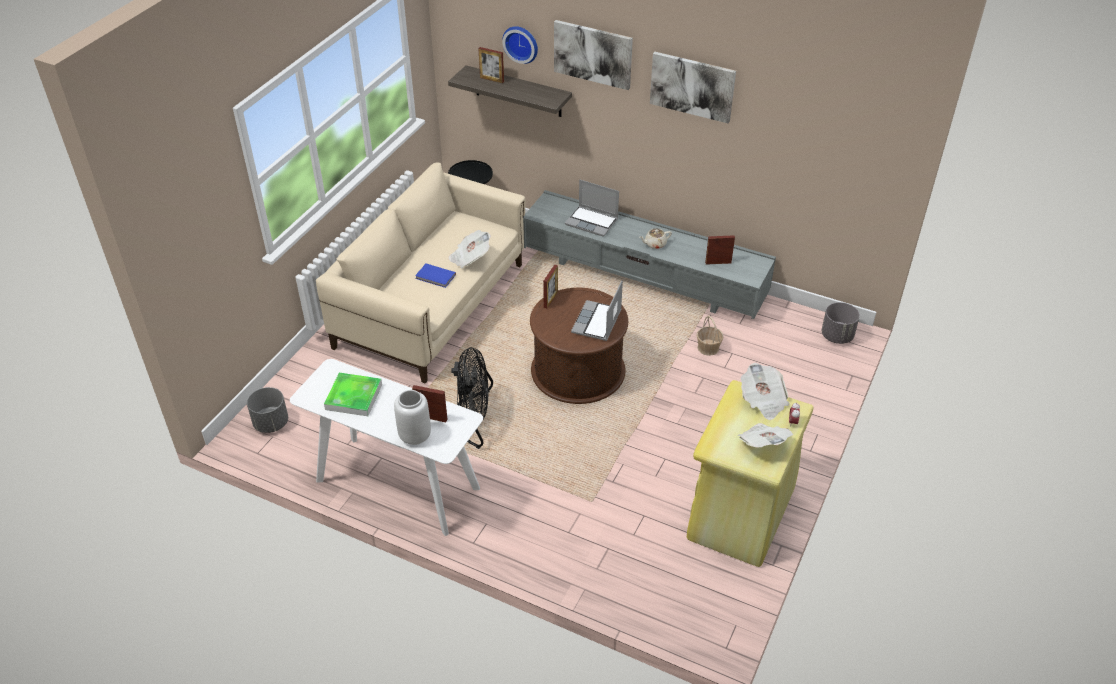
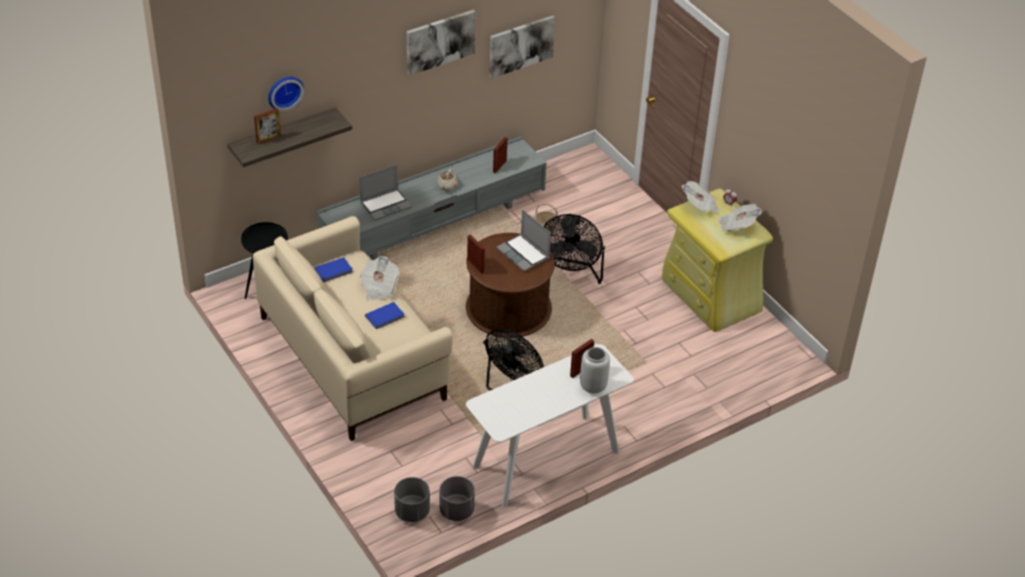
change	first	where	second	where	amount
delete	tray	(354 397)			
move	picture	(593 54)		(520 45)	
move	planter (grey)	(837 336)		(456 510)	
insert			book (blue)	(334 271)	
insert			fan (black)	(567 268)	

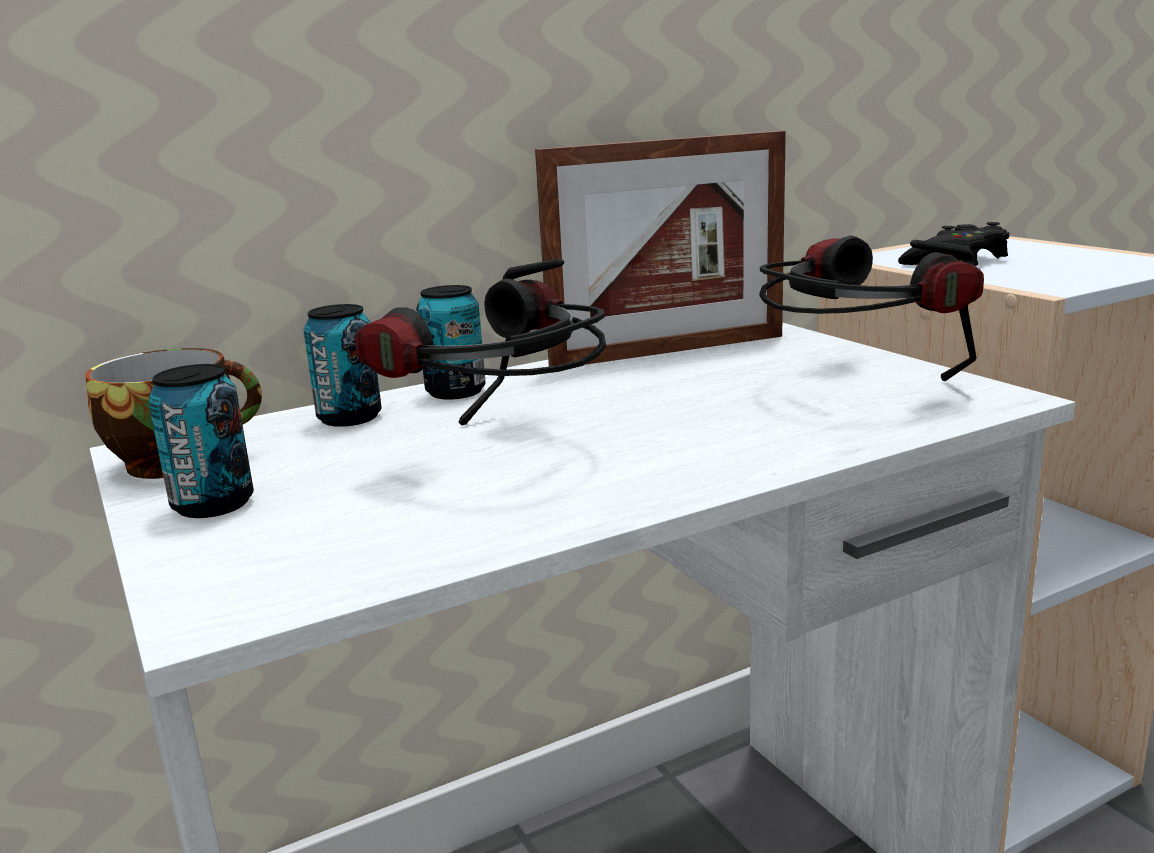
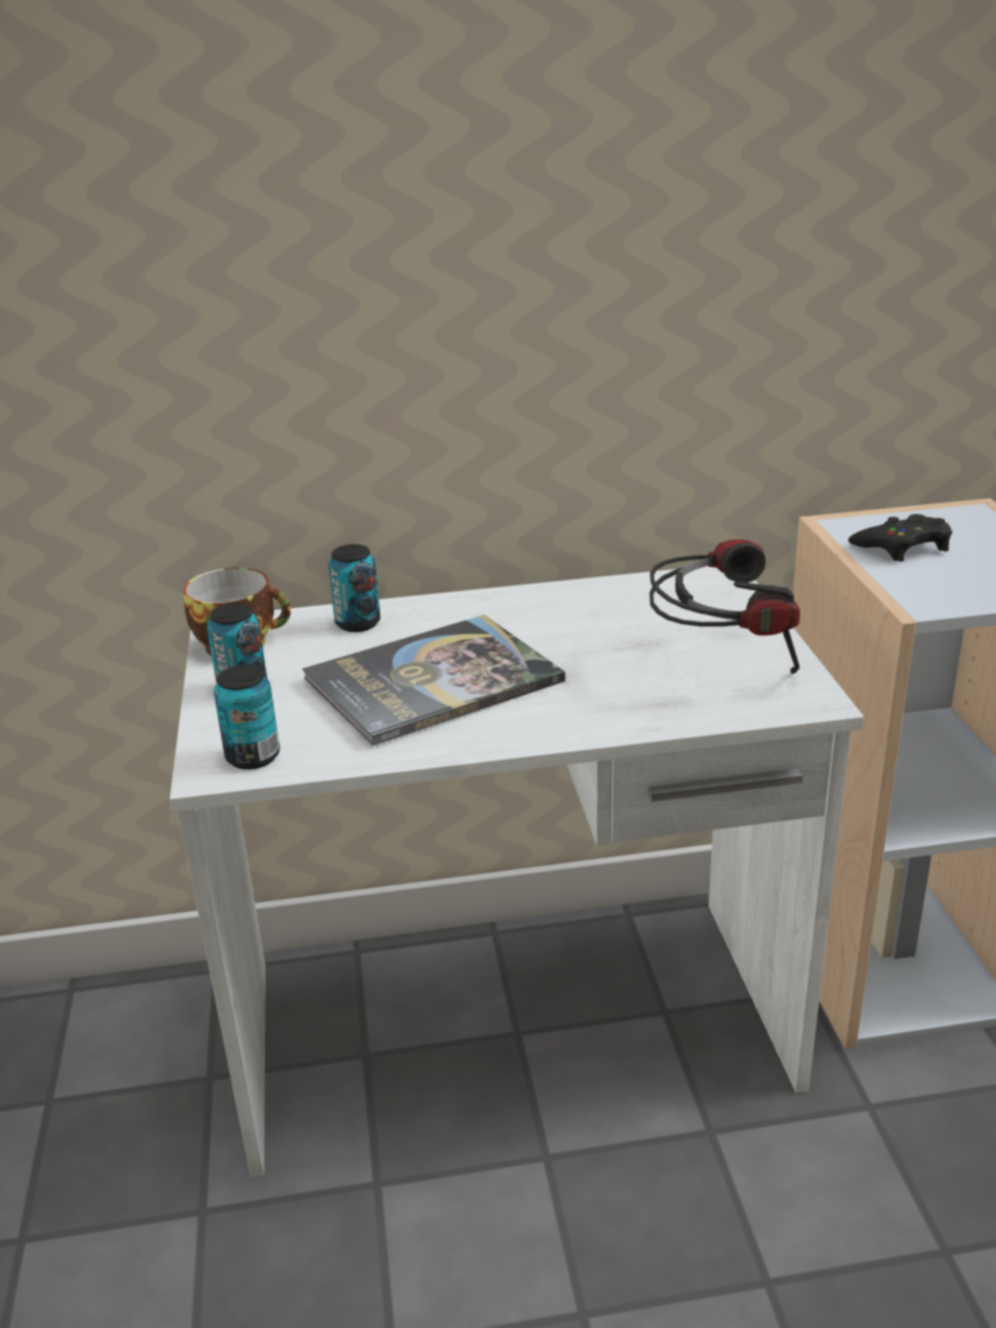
change	first	where	second	where	amount
replace	headphones	(506 452)	book	(433 681)	
move	can	(455 391)		(253 756)	
delete	picture frame	(669 351)			

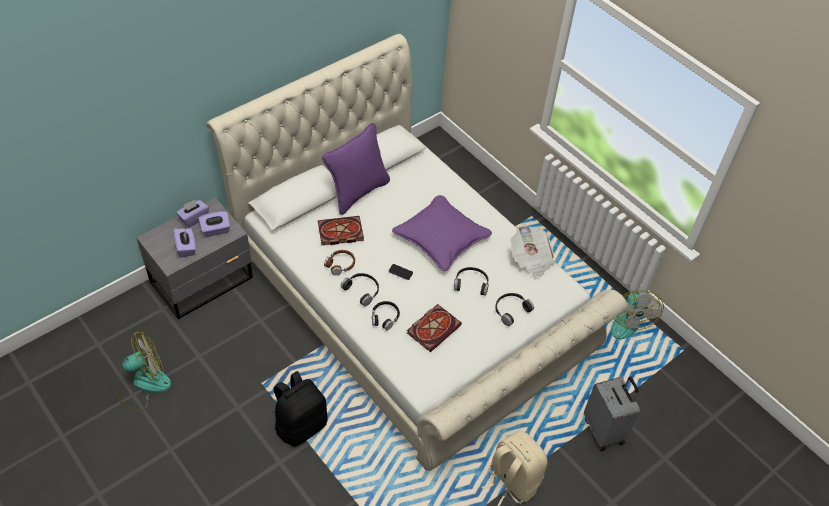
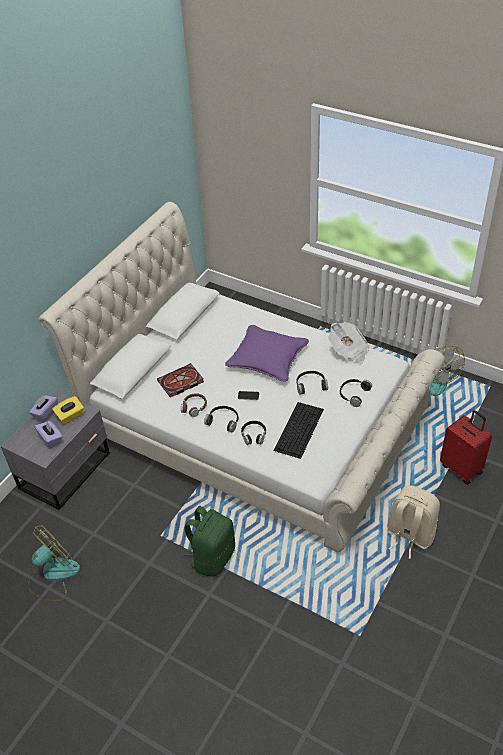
change	first	where	second	where	amount
recolor	tissue box (purple)	(216 230)	tissue box (yellow)	(70 416)	
recolor	backpack (black)	(301 425)	backpack (green)	(212 557)	
delete	pillow (purple)	(357 192)			
replace	book	(434 328)	keyboard	(299 429)	
recolor	suitcase (grey)	(604 430)	suitcase (red)	(461 468)	

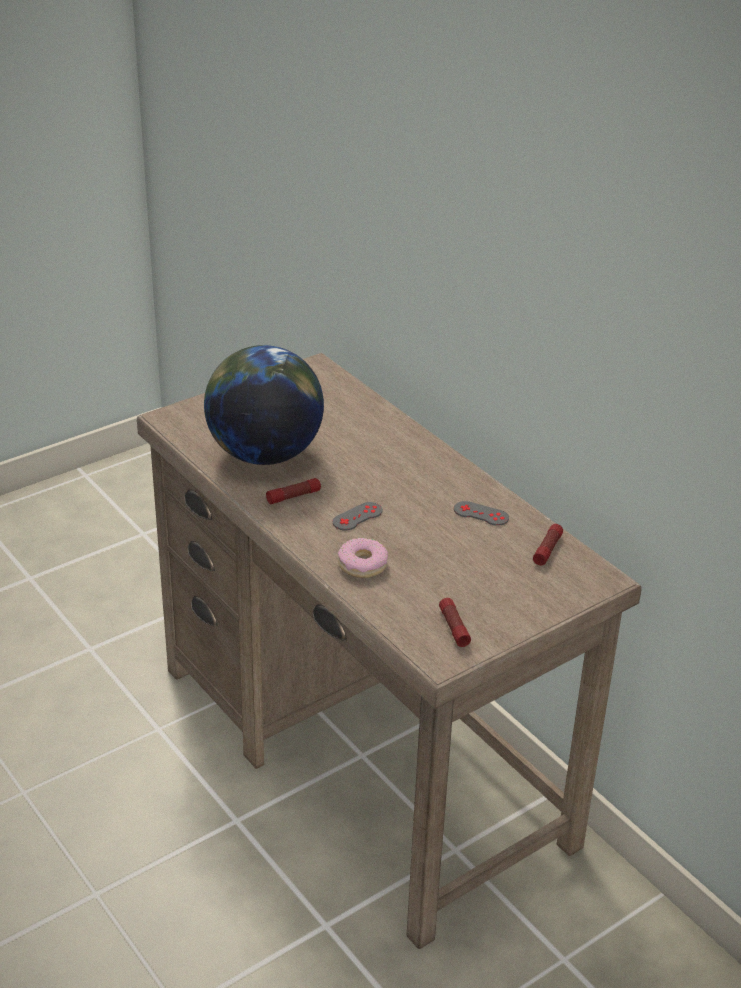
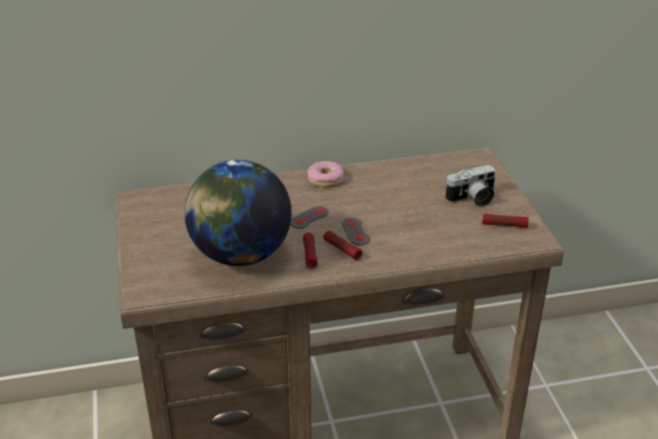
change	first	where	second	where	amount
move	donut	(362 564)		(325 179)	
move	game controller (grey)	(481 514)		(309 217)	
move	flashlight	(547 549)		(342 249)	
insert			photo camera	(472 199)	

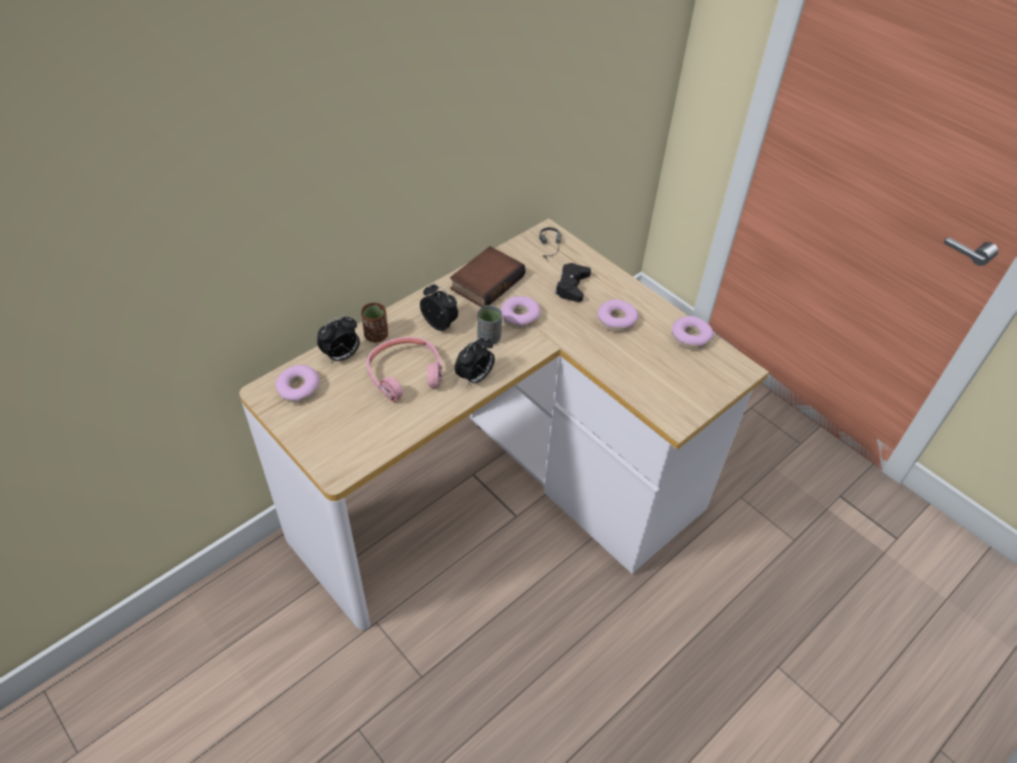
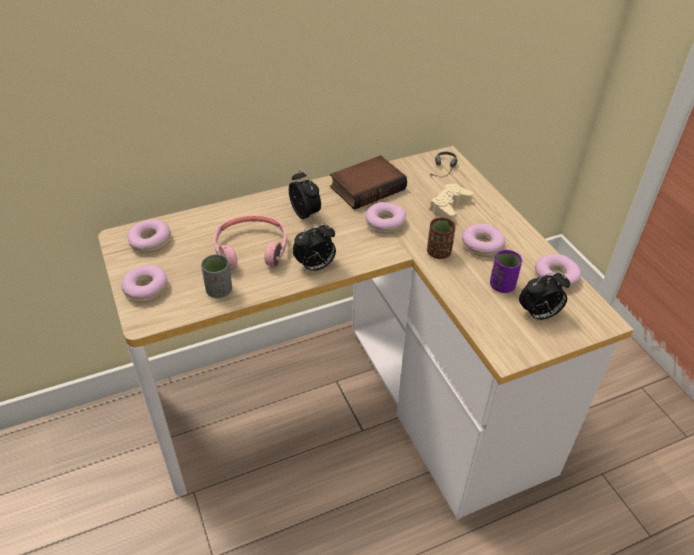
change	first	where	second	where	amount
move	alarm clock	(341 356)		(538 315)	
move	cup (brown)	(376 335)		(438 252)	
move	cup (grey)	(489 338)		(219 291)	
recolor	game controller (black)	(572 286)	game controller (beige)	(449 207)	
insert			donut	(146 288)	
insert			cup (purple)	(502 286)	

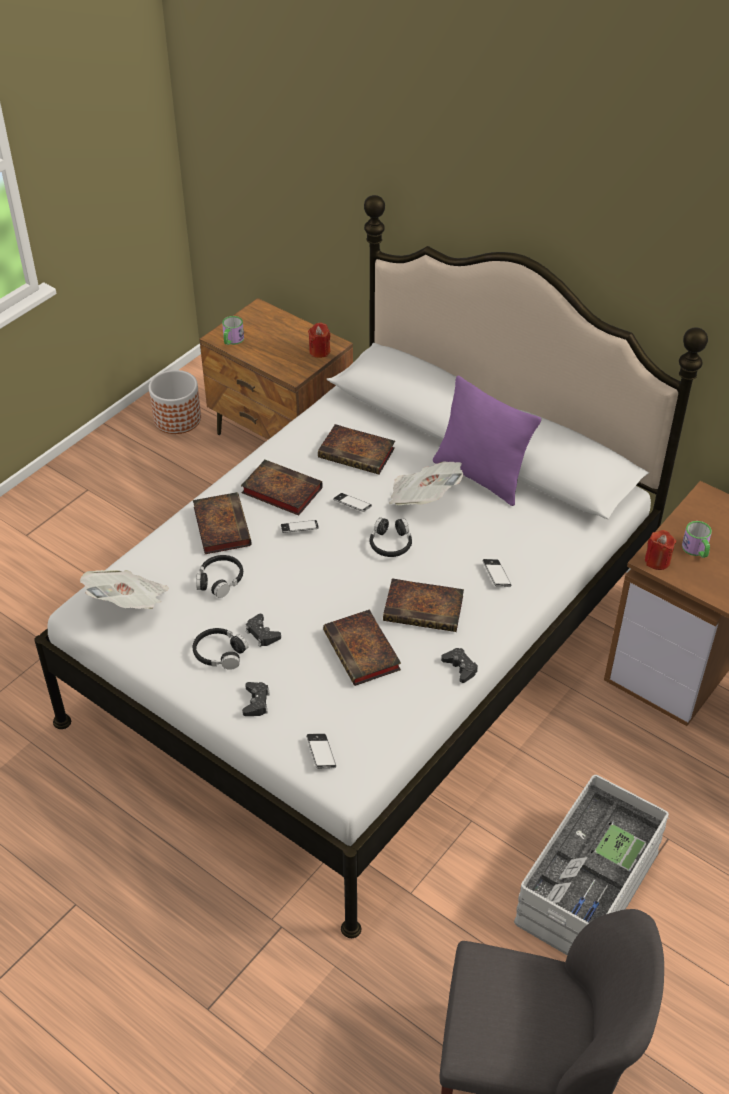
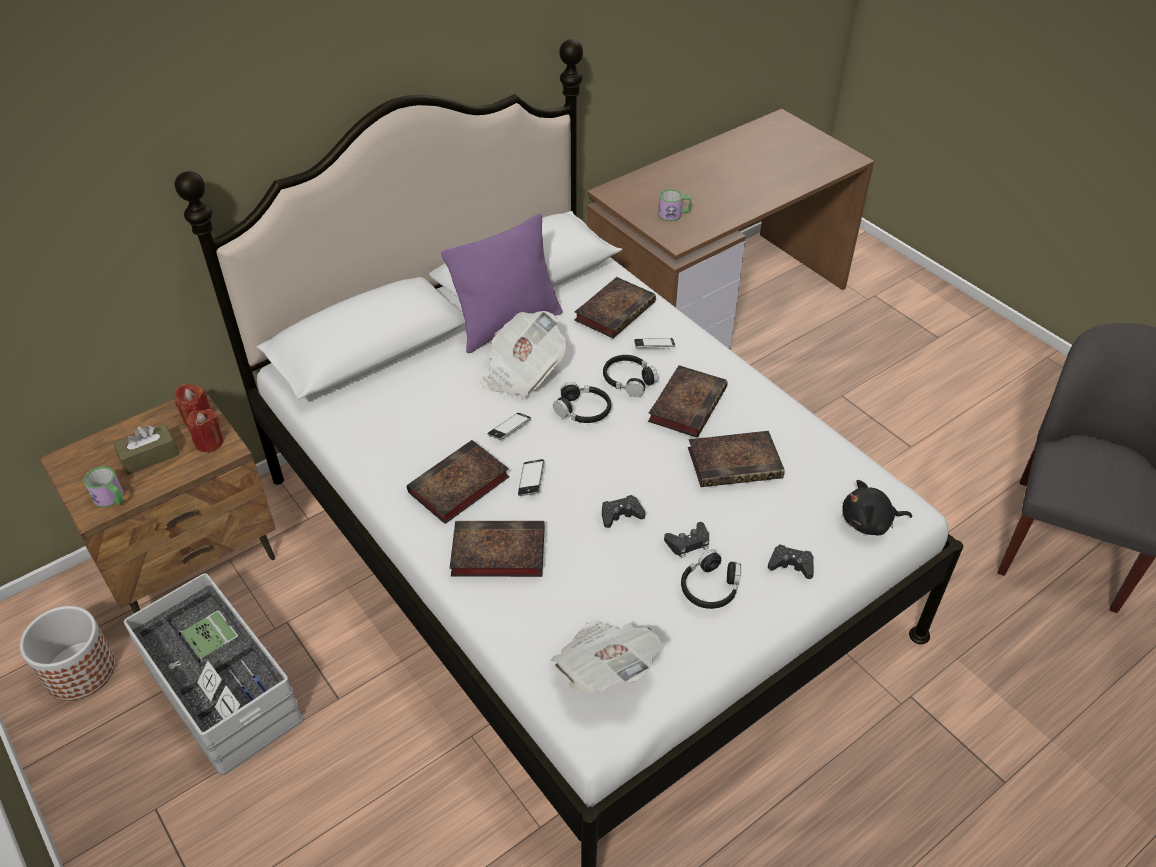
change	first	where	second	where	amount
move	headphones (black)	(220 580)		(628 380)	
replace	phone	(321 753)	plush toy (black)	(869 522)	
move	book	(358 453)		(615 310)	
move	game controller (black)	(460 667)		(621 515)	
move	storage box (grey)	(589 887)		(224 689)	
move	candle (red)	(657 561)		(209 442)	
insert			tissue box (brown)	(149 456)	

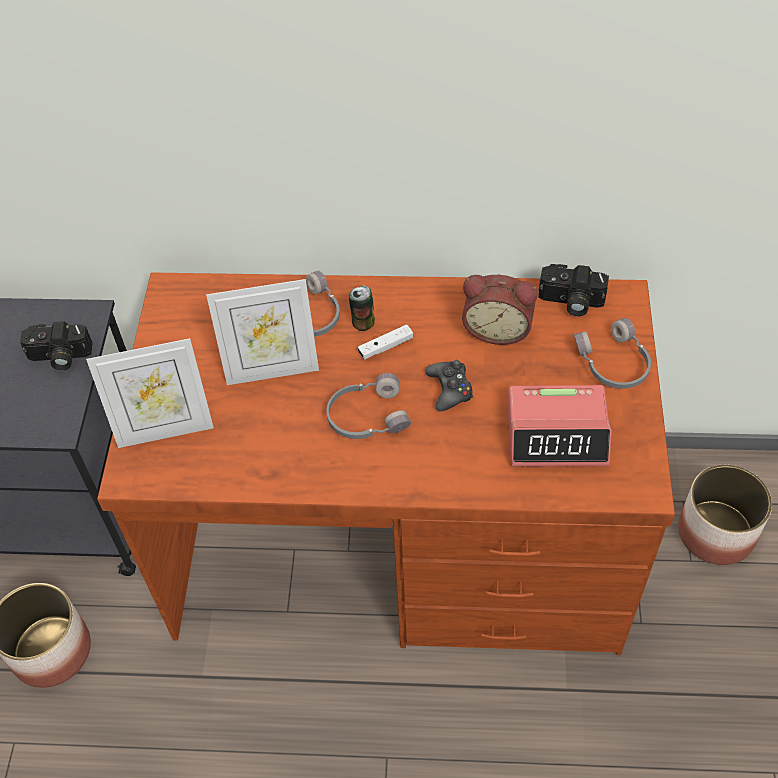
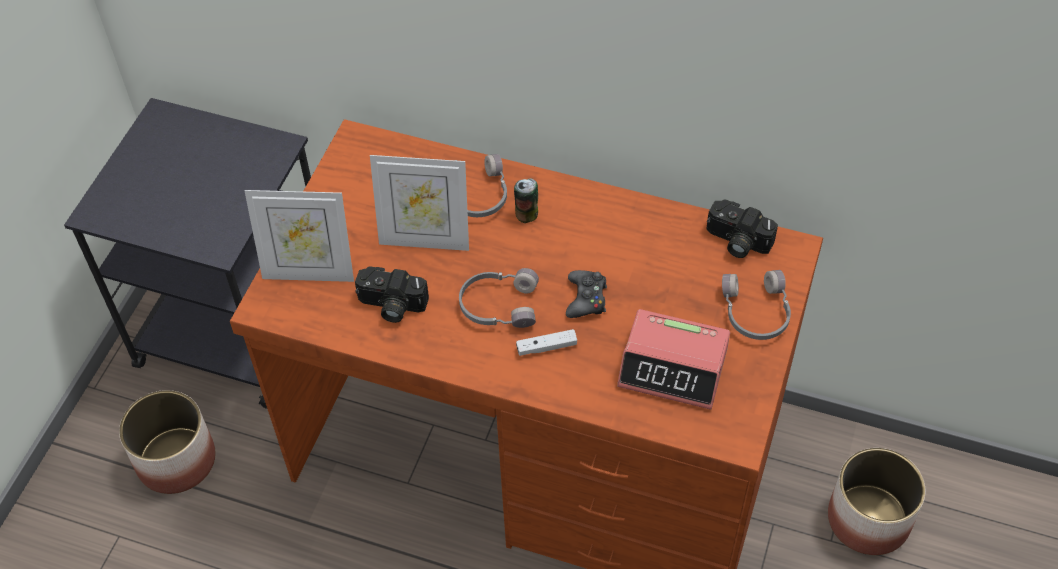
change	first	where	second	where	amount
move	photo camera	(59 357)		(391 306)	
move	game controller (white)	(386 347)		(546 347)	
delete	alarm clock	(497 328)			

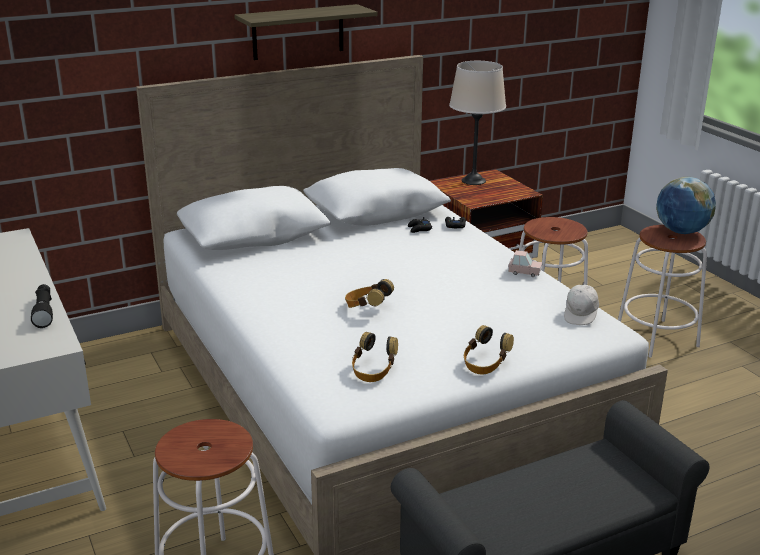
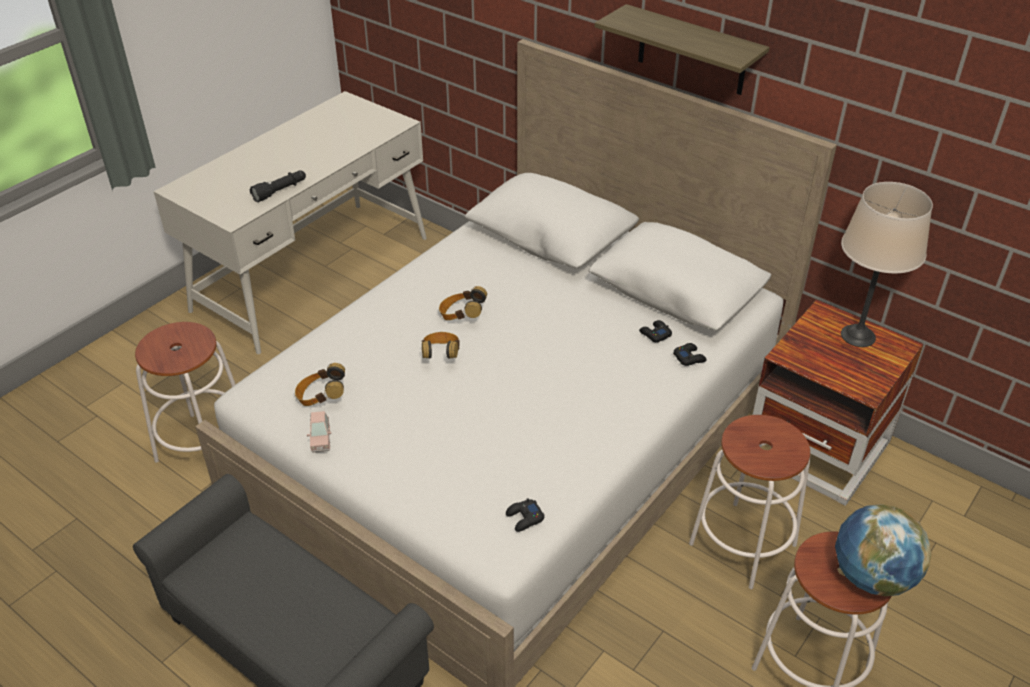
change	first	where	second	where	amount
move	headphones	(485 364)		(462 316)	
move	toy car (pink)	(524 272)		(320 440)	
replace	cap (white)	(581 315)	game controller (black)	(524 518)	

